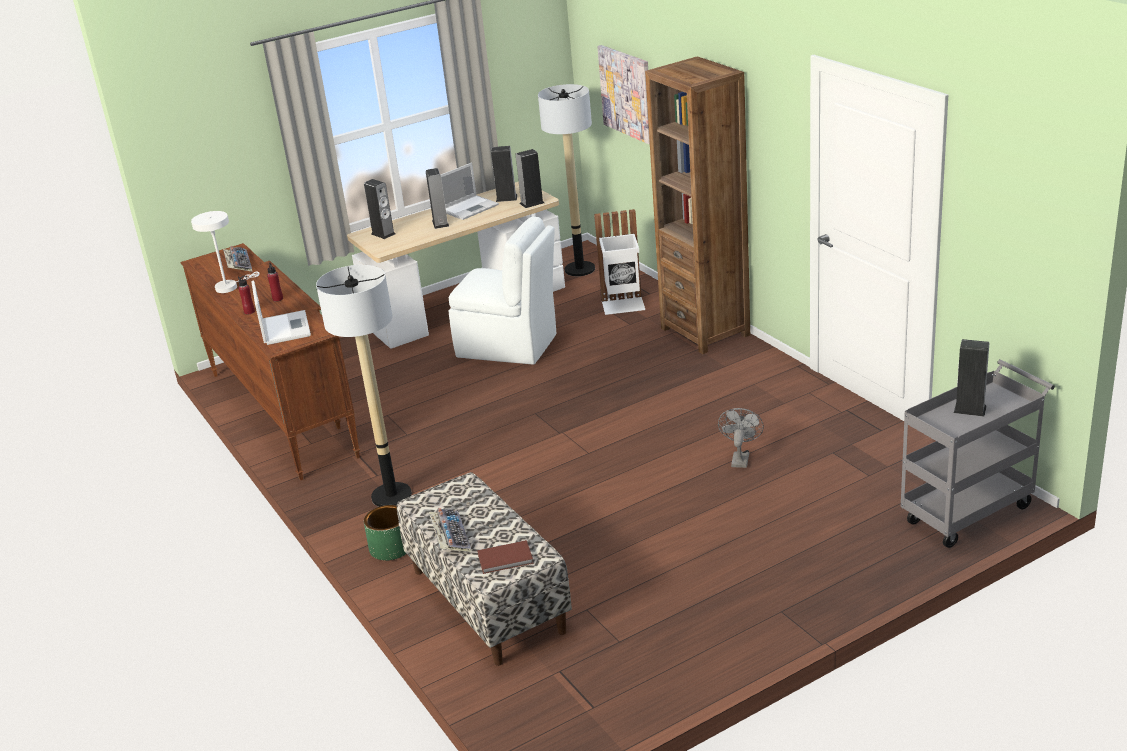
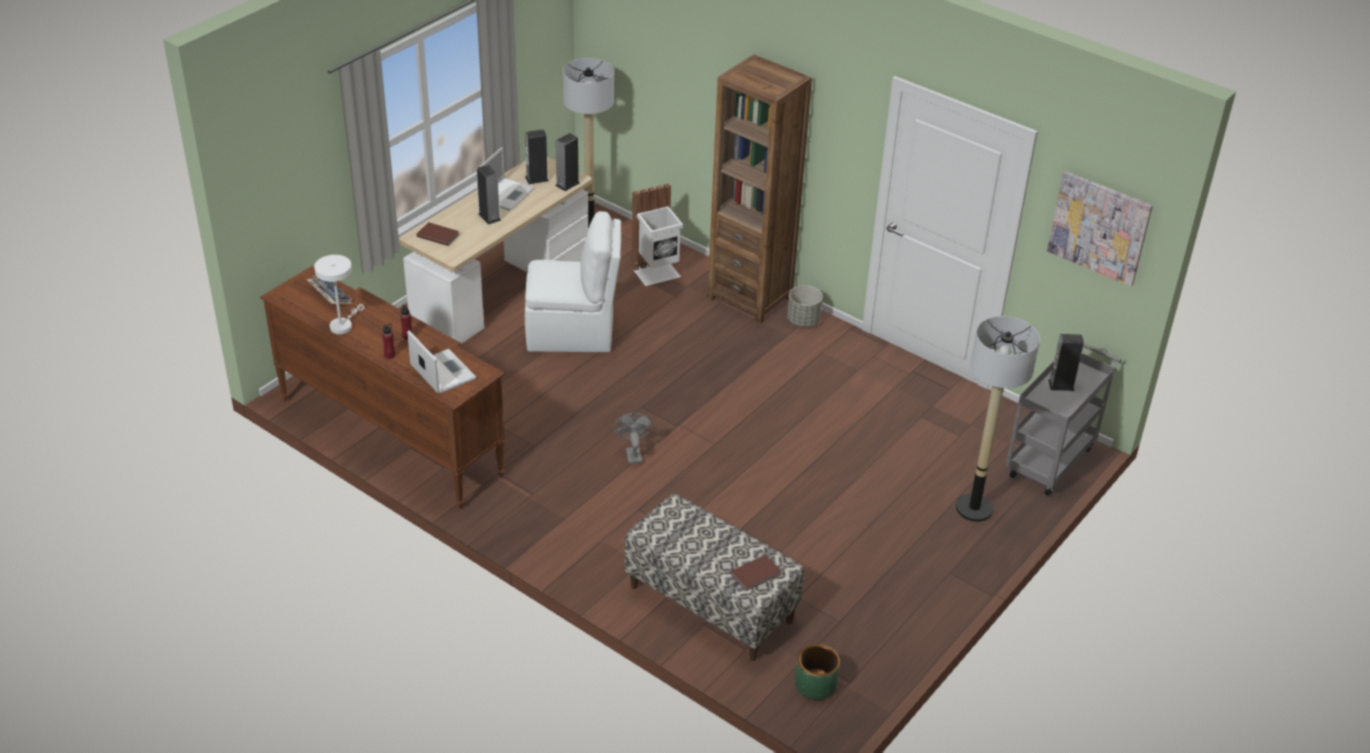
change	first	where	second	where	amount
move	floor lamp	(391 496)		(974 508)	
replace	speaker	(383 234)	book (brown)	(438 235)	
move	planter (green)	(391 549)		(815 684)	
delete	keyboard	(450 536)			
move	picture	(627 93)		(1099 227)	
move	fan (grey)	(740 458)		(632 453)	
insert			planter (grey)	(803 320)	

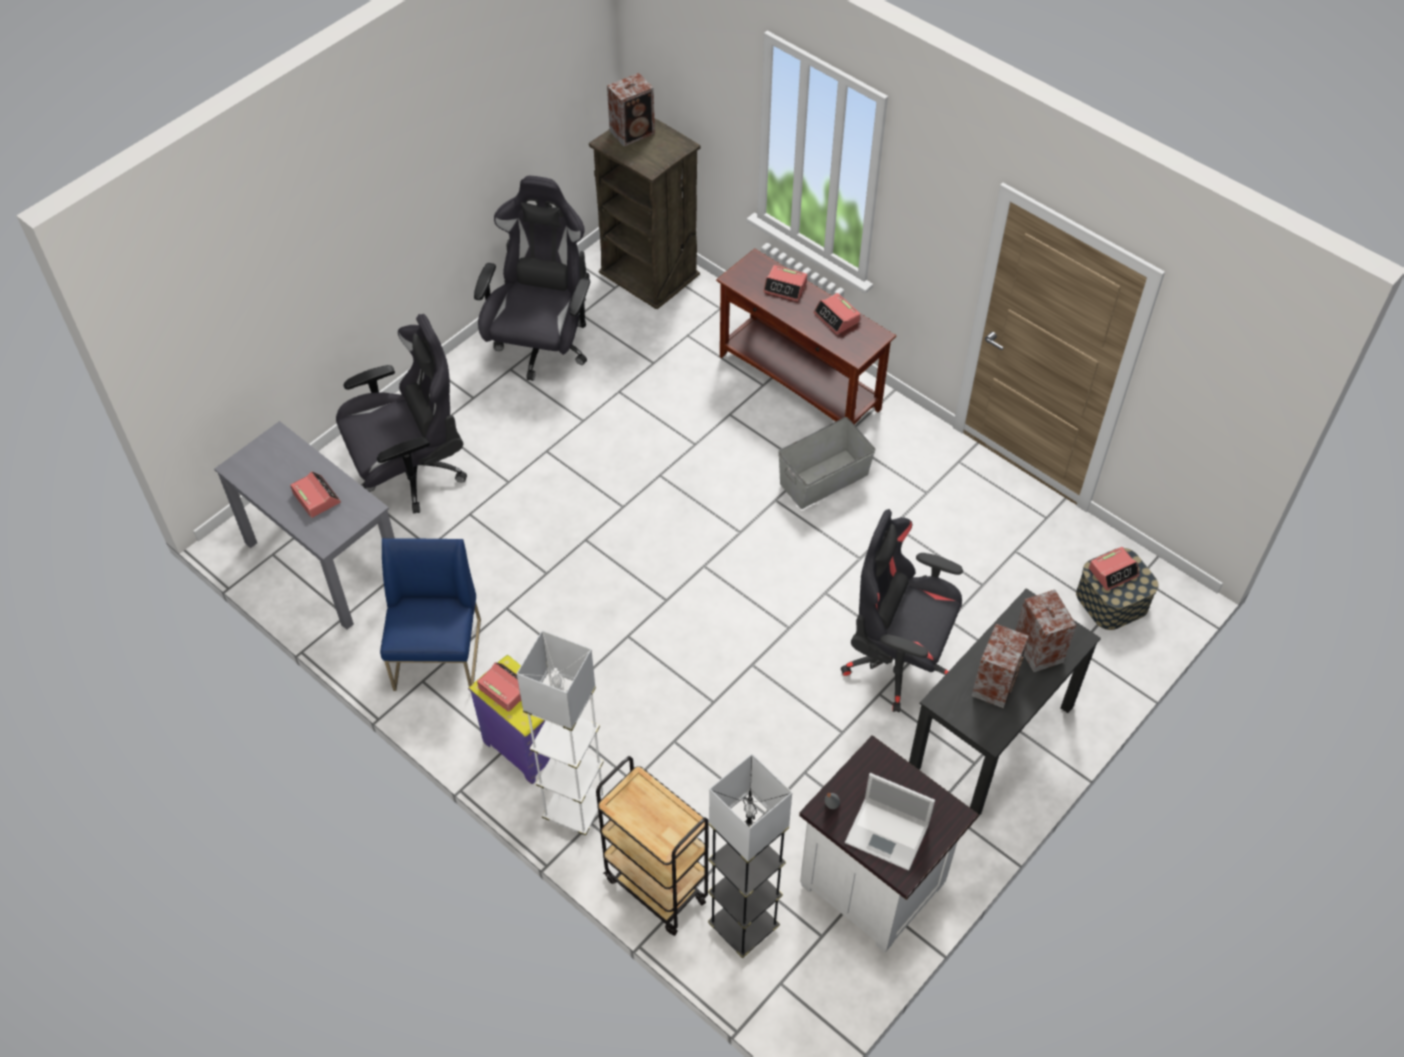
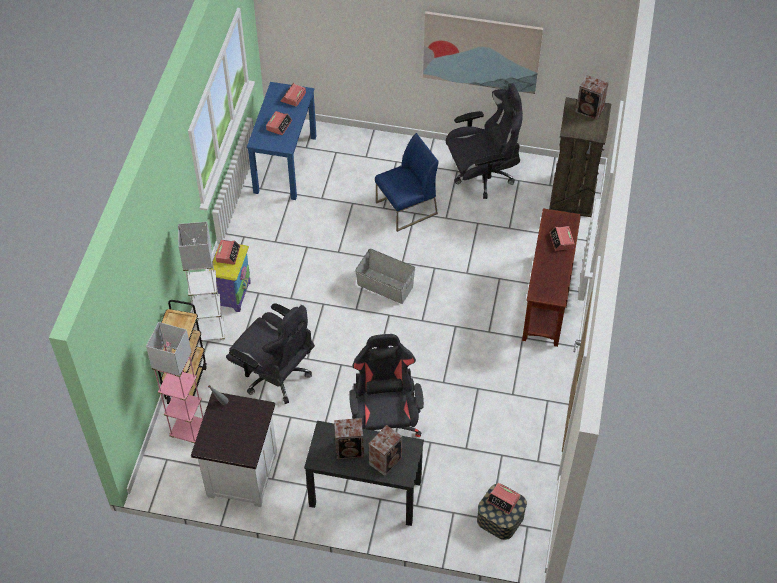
change	first	where	second	where	amount
recolor	desk (grey)	(324 561)	desk (blue)	(285 164)	
move	office chair (black)	(409 475)		(273 374)	
move	chair (blue)	(438 655)		(406 208)	
recolor	floor lamp (grey)	(743 926)	floor lamp (pink)	(188 430)	
move	storage box (grey)	(824 479)		(385 286)	
move	alarm clock	(837 318)		(293 97)	
delete	laptop	(888 834)			
insert			picture	(481 51)	

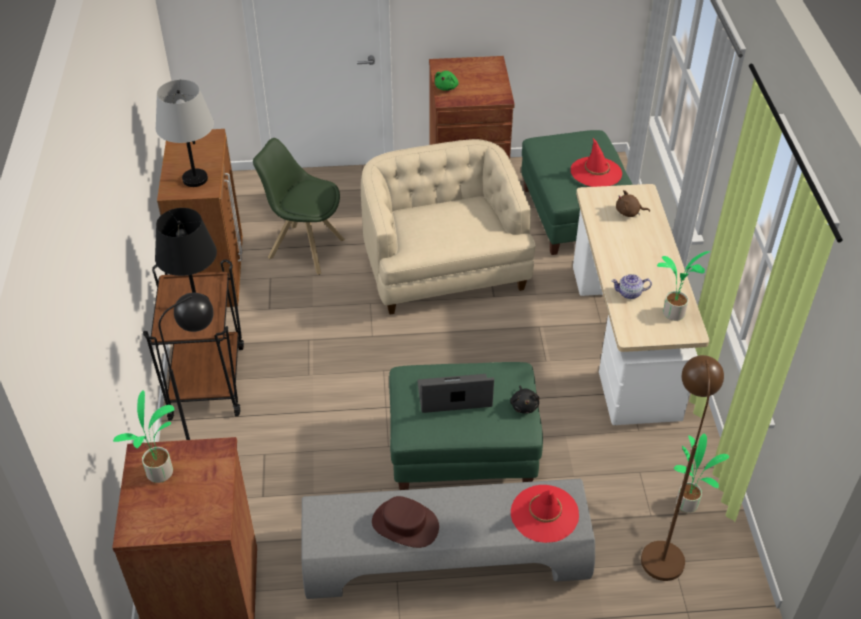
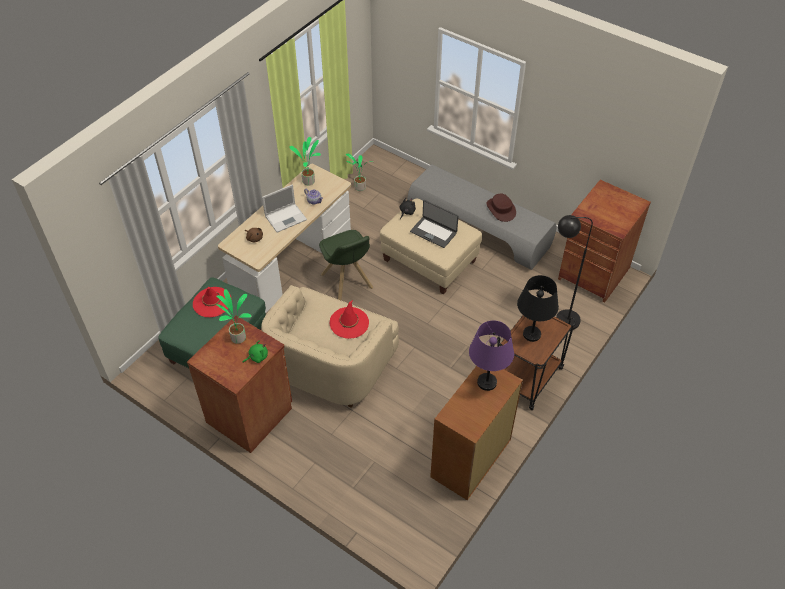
change	first	where	second	where	amount
move	potted plant	(161 474)		(238 337)	
recolor	table lamp (grey)	(194 179)	table lamp (purple)	(487 382)	
move	chair (green)	(305 249)		(347 281)	
recolor	ottoman (green)	(462 452)	ottoman (beige)	(429 261)	
move	hat (red)	(544 514)		(349 323)	
delete	floor lamp (brown)	(661 550)			
insert			laptop	(286 217)	

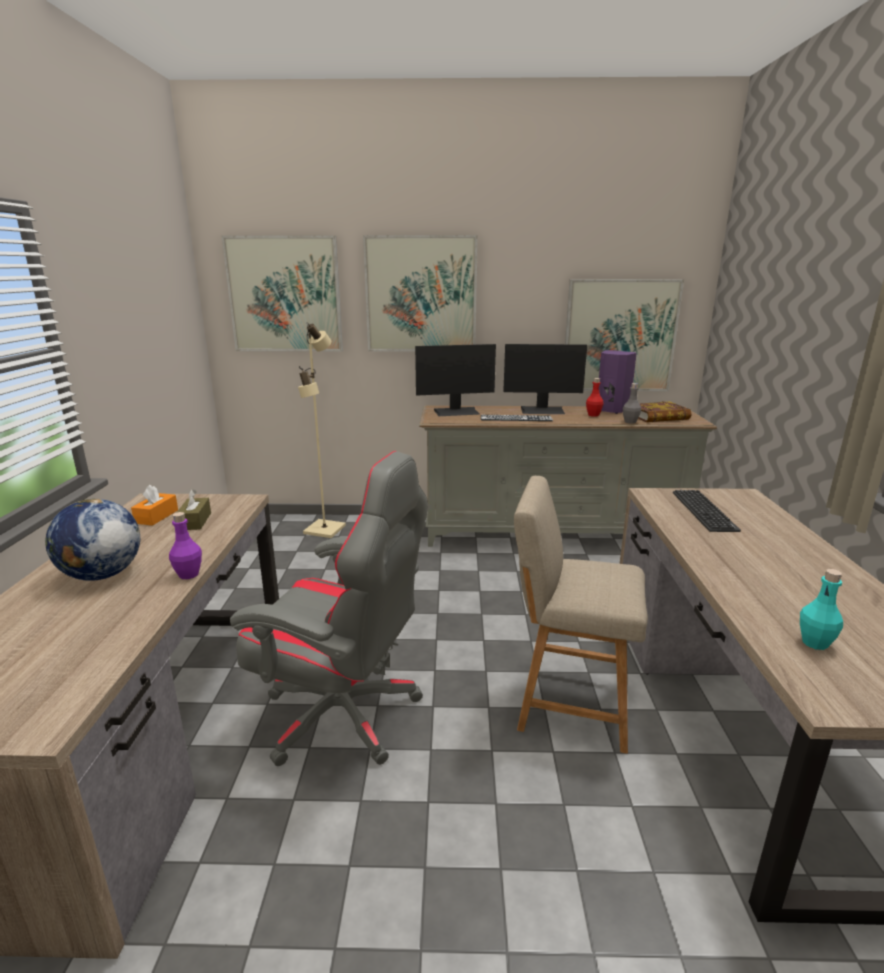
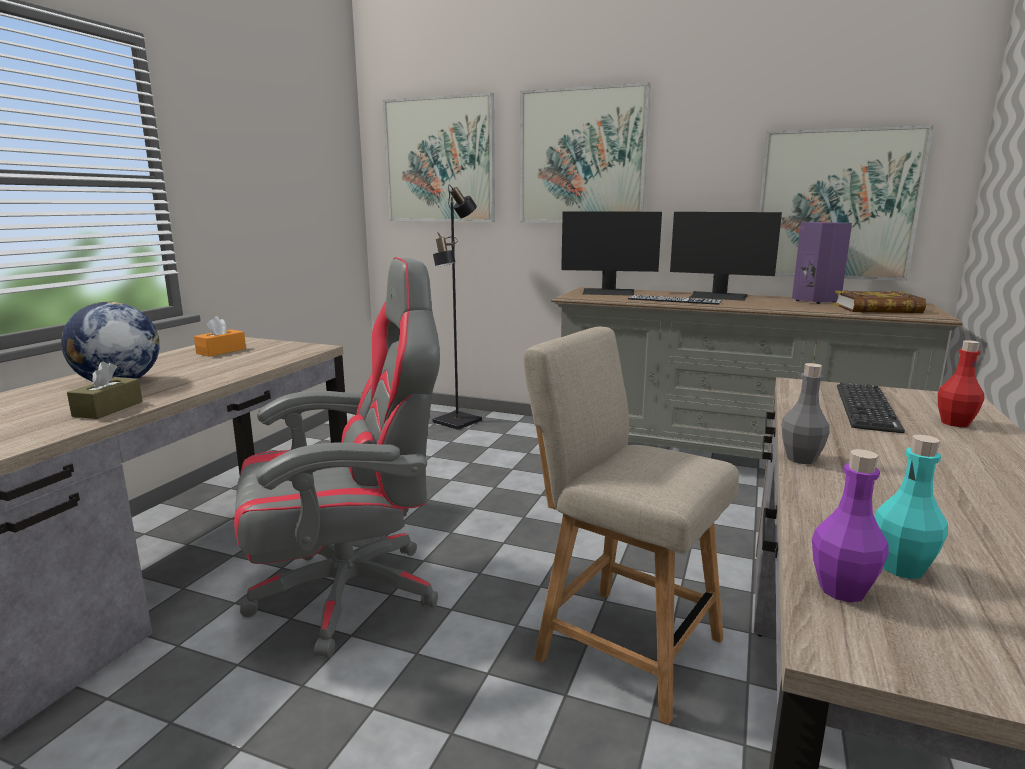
change	first	where	second	where	amount
move	bottle (purple)	(189 574)		(842 590)	
move	tissue box (brown)	(195 521)		(108 409)	
rotate	office chair (grey)	(341 713)		(346 593)	60 degrees counterclockwise
recolor	floor lamp (beige)	(324 529)	floor lamp (black)	(457 421)	
move	bottle (red)	(593 415)		(955 423)	
move	bottle (grey)	(630 422)		(801 458)	

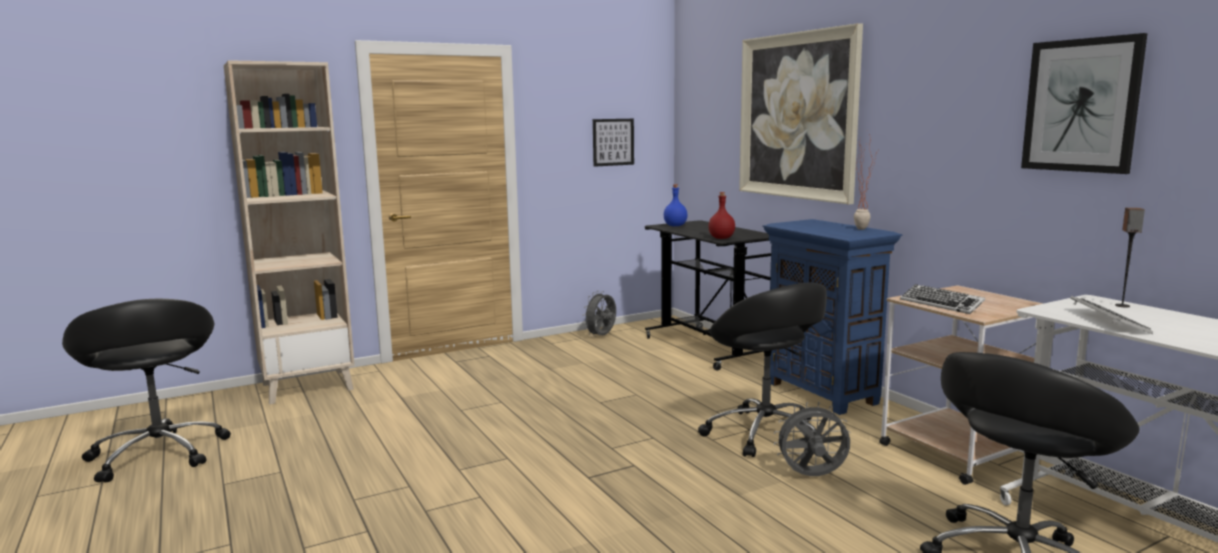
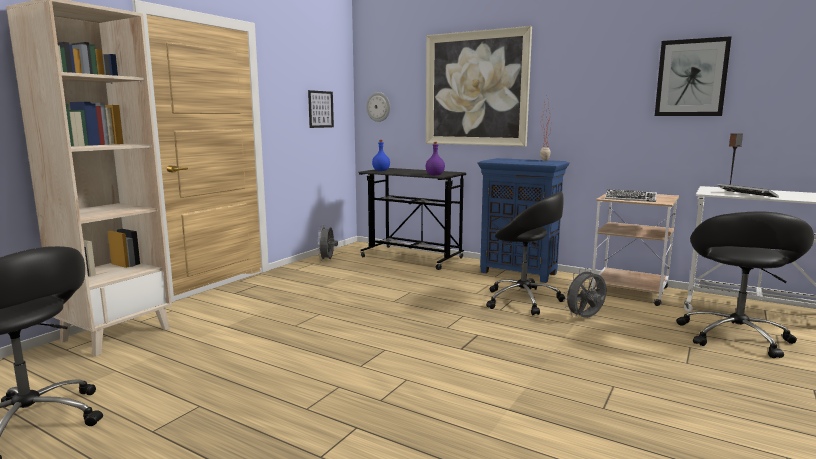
change	first	where	second	where	amount
recolor	bottle (red)	(721 238)	bottle (purple)	(434 175)	
insert			wall clock	(378 107)	

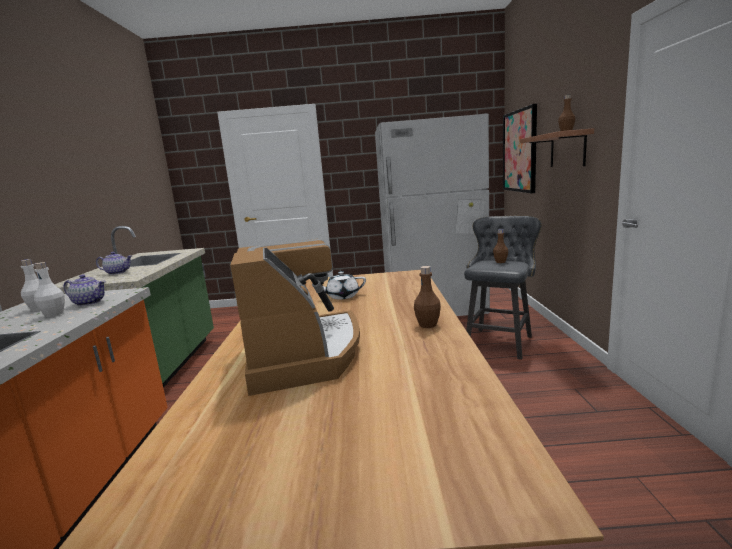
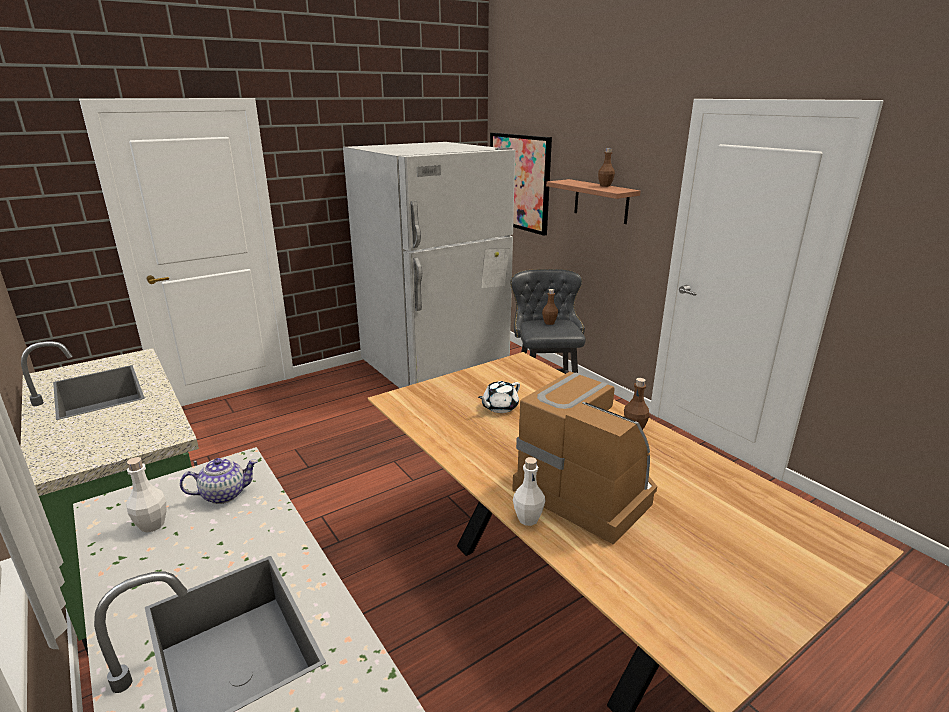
change	first	where	second	where	amount
move	bottle (white)	(54 314)		(528 519)	
delete	teapot	(117 272)			

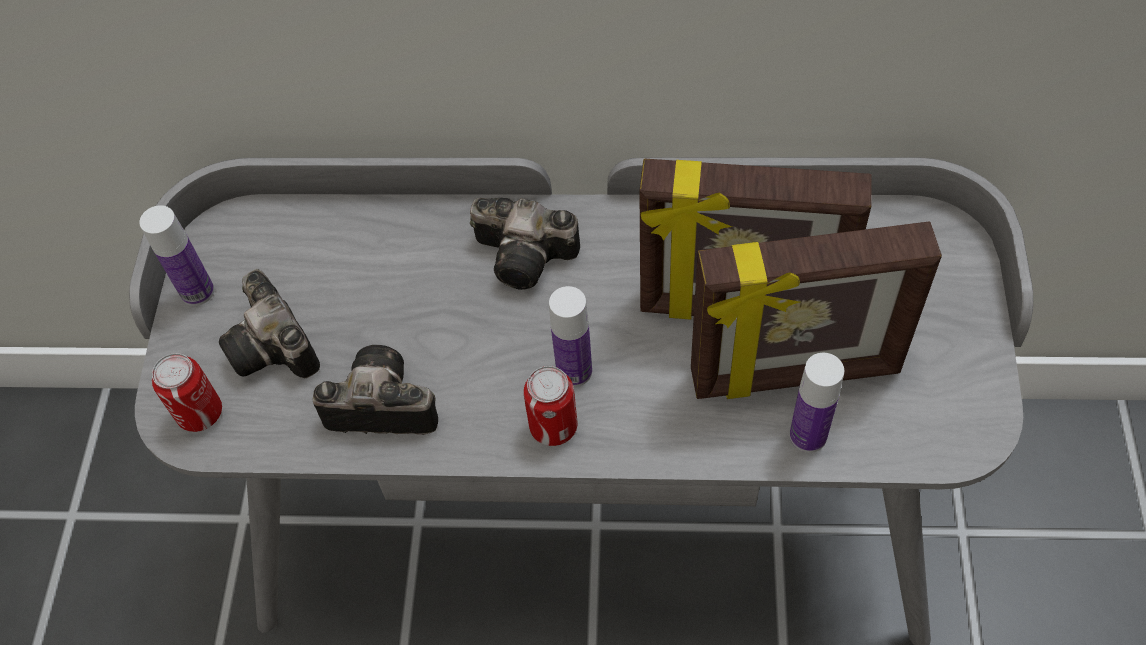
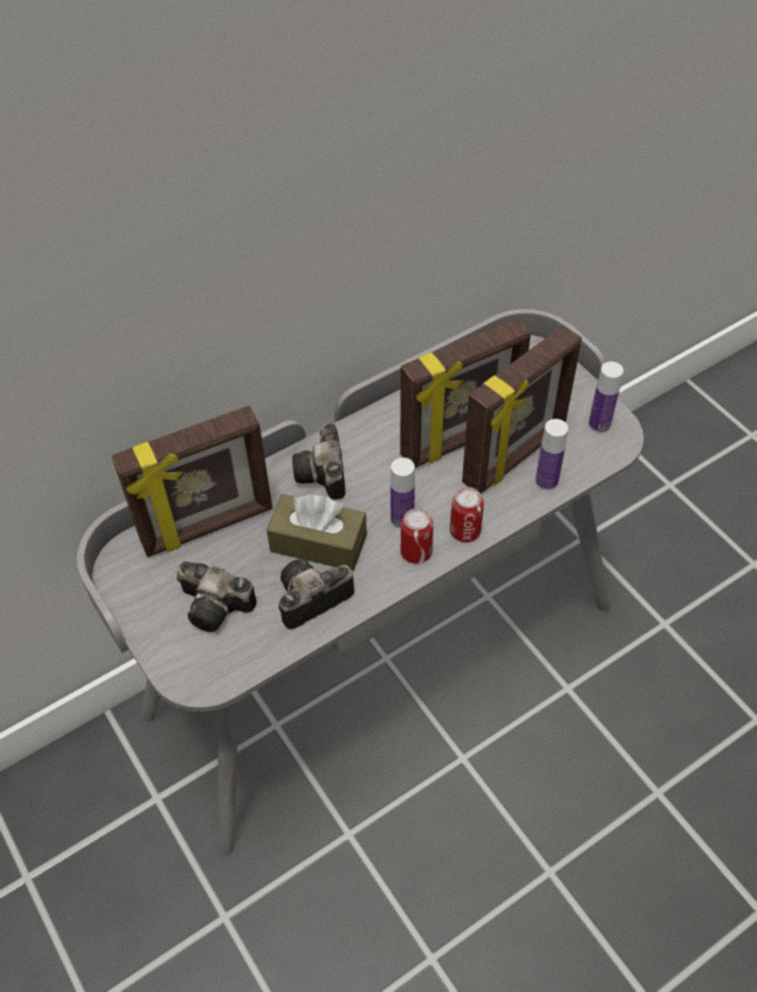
change	first	where	second	where	amount
move	bottle	(197 291)		(599 424)	
move	can	(200 413)		(465 531)	
rotate	photo camera	(529 256)		(324 475)	105 degrees clockwise
insert			picture frame	(208 527)	
insert			tissue box (brown)	(318 543)	

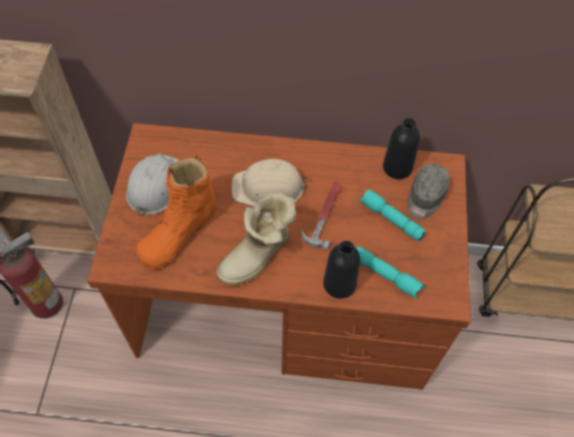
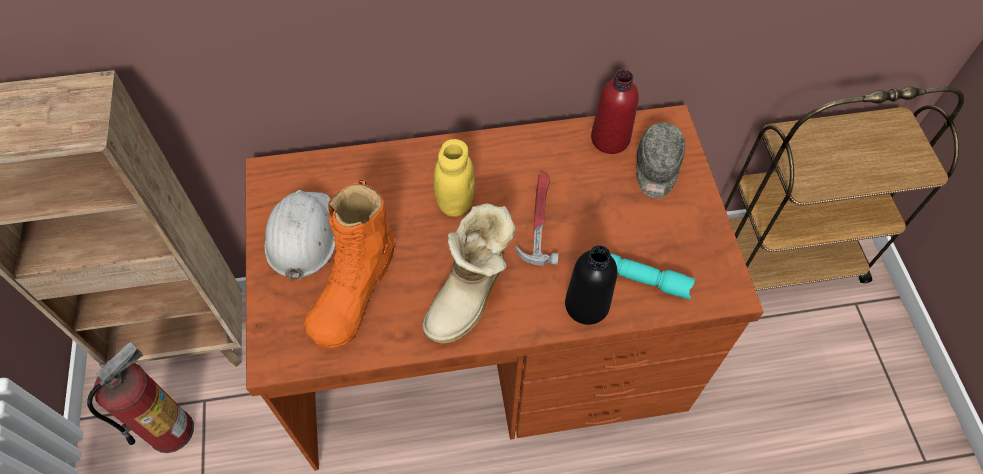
change	first	where	second	where	amount
replace	hard hat (beige)	(268 188)	jar (yellow)	(455 203)	
delete	flashlight (turquoise)	(390 219)			
recolor	bottle (black)	(397 167)	bottle (red)	(610 139)	

